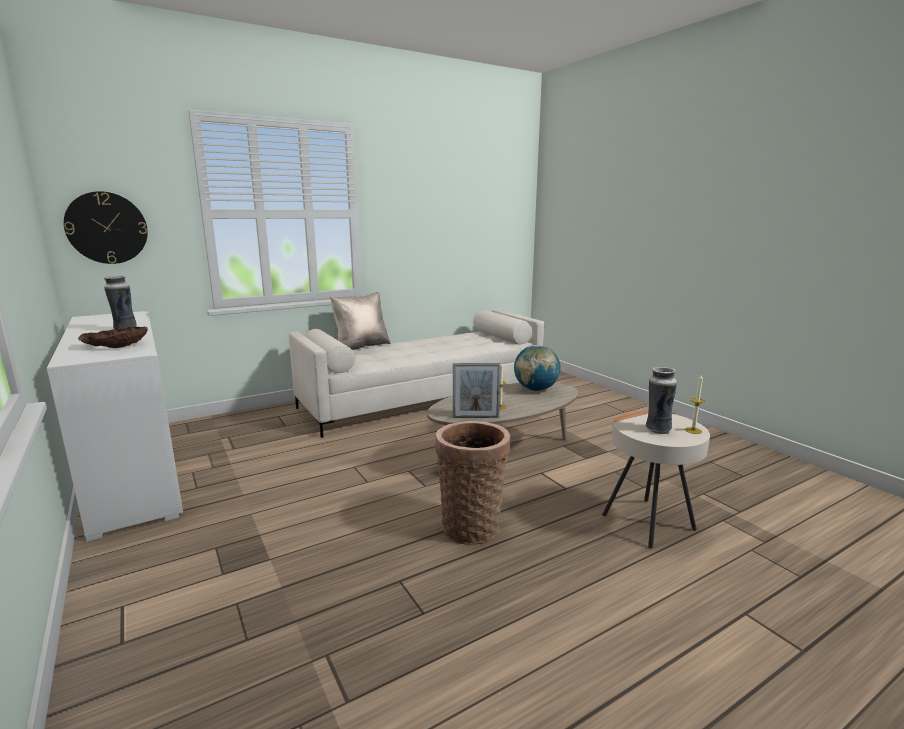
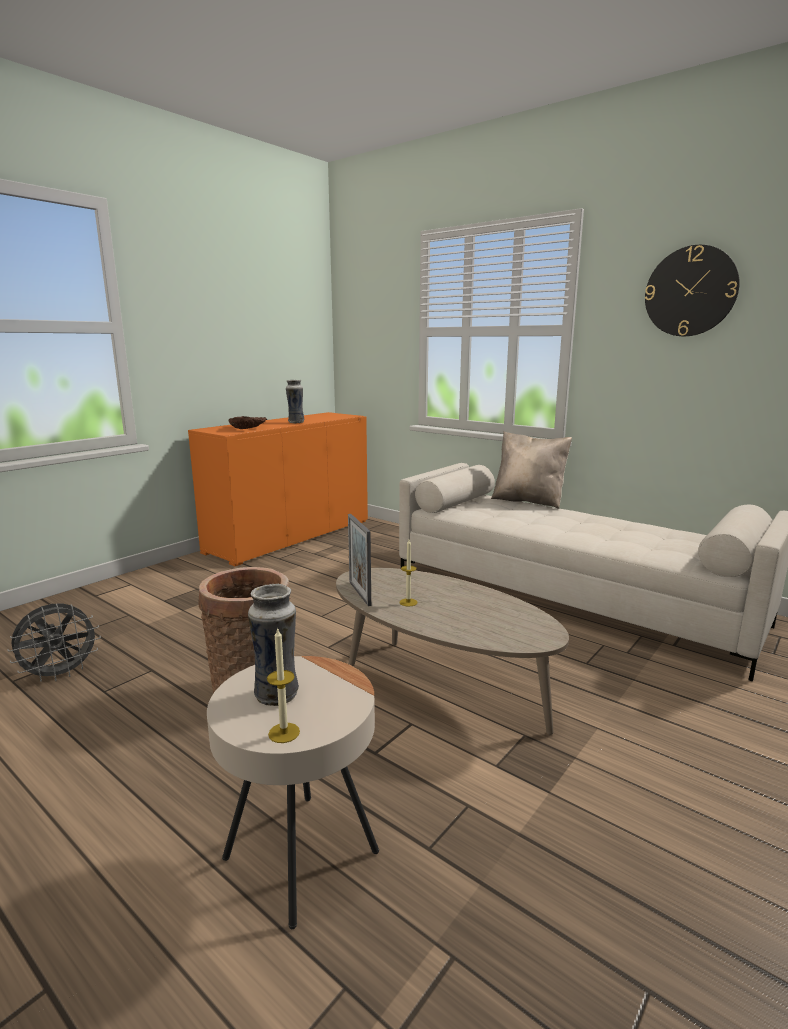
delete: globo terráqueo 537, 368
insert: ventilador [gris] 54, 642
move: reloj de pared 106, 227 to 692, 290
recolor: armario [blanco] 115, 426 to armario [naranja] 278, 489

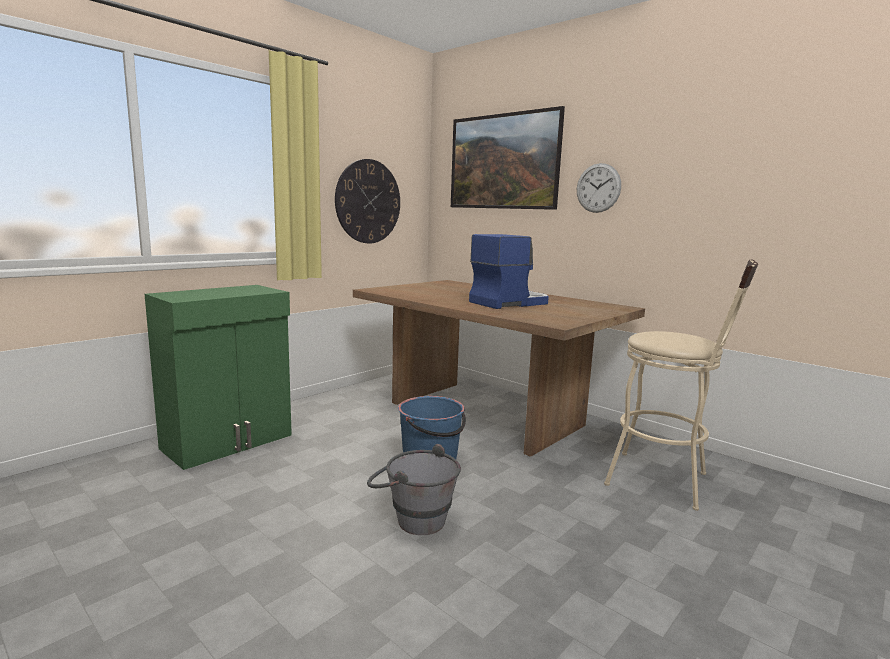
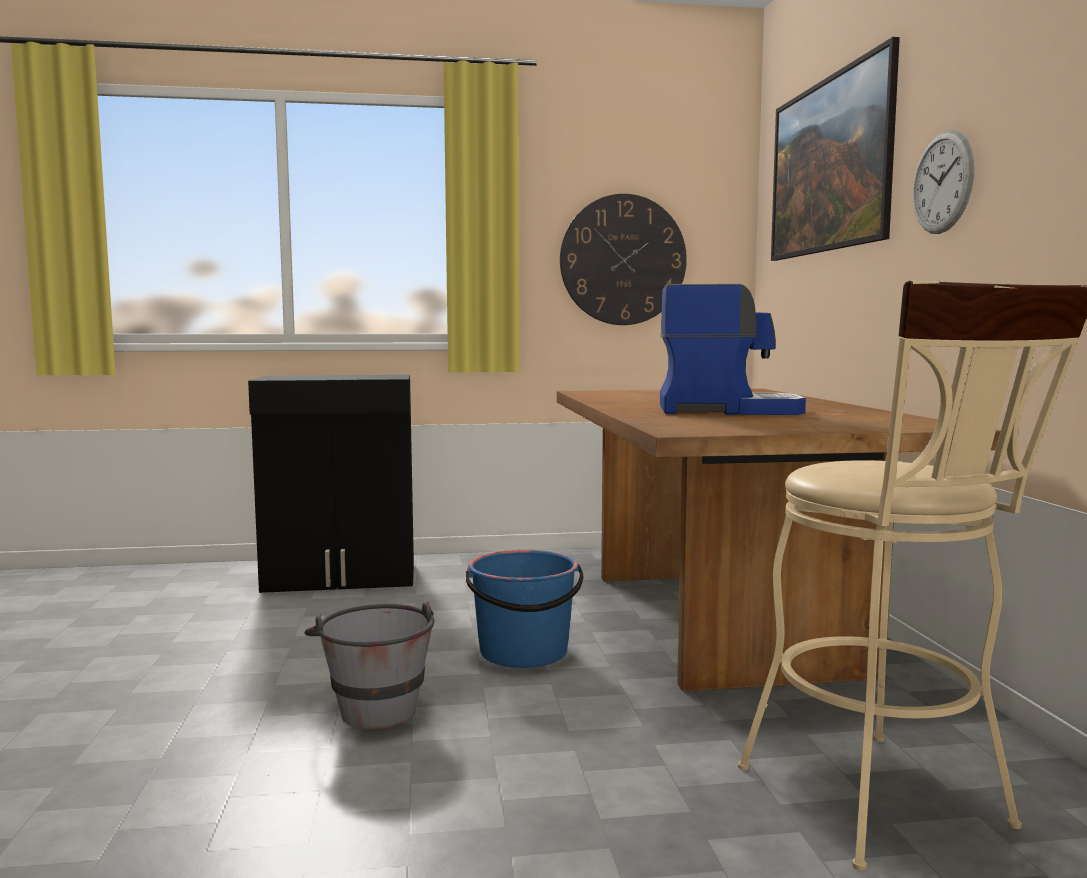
recolor: armario [verde] 218, 377 to armario [negro] 331, 484

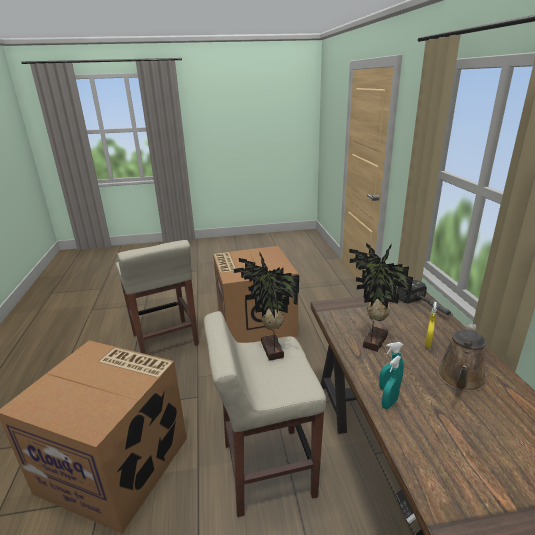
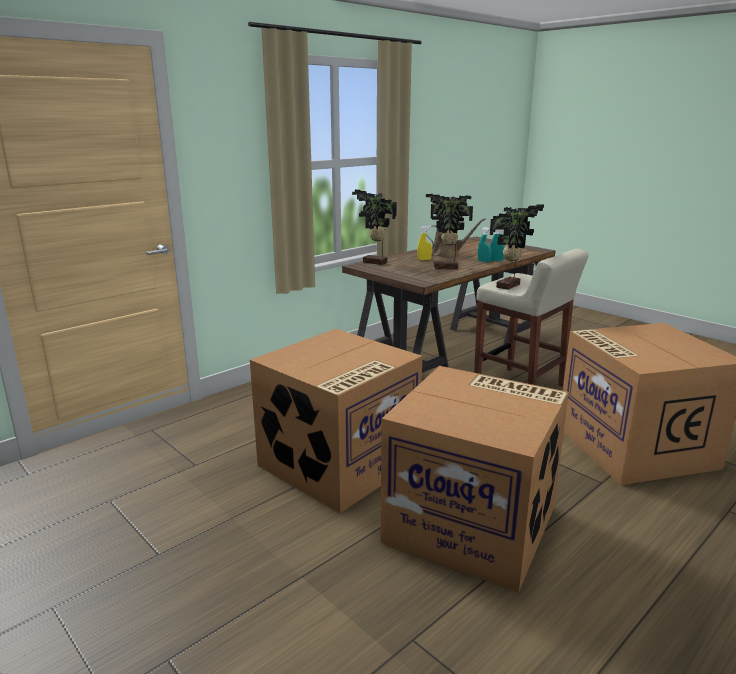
replace: martillo 424, 298 to planta en maceta 374, 227; taburete [beis] 157, 297 to caja de cartón 474, 479

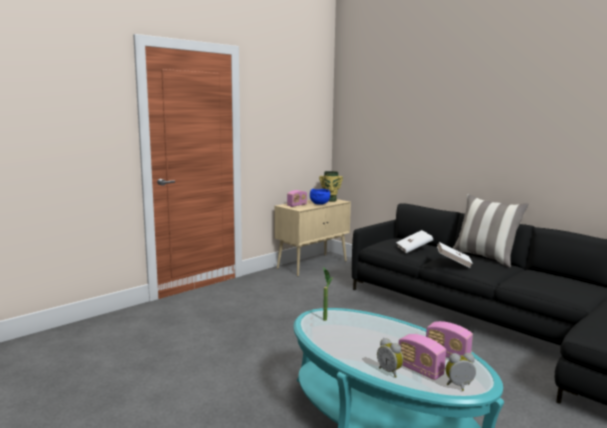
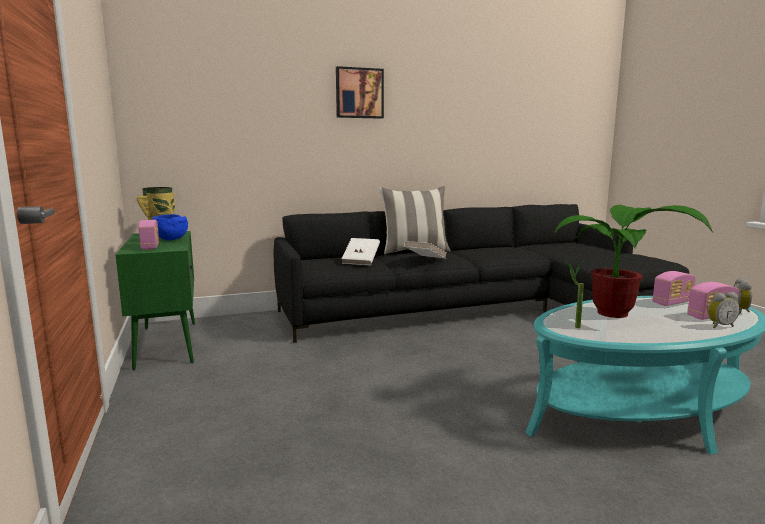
insert: cuadro 360, 92; planta en maceta 633, 261
recolor: armario [beis] 313, 237 to armario [verde] 155, 300

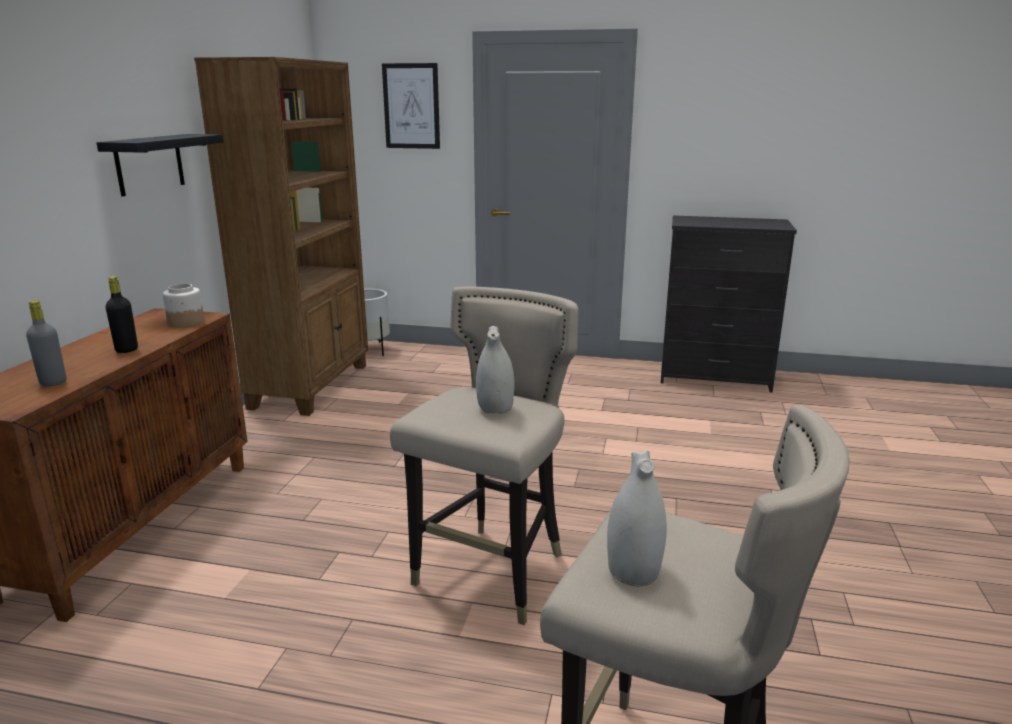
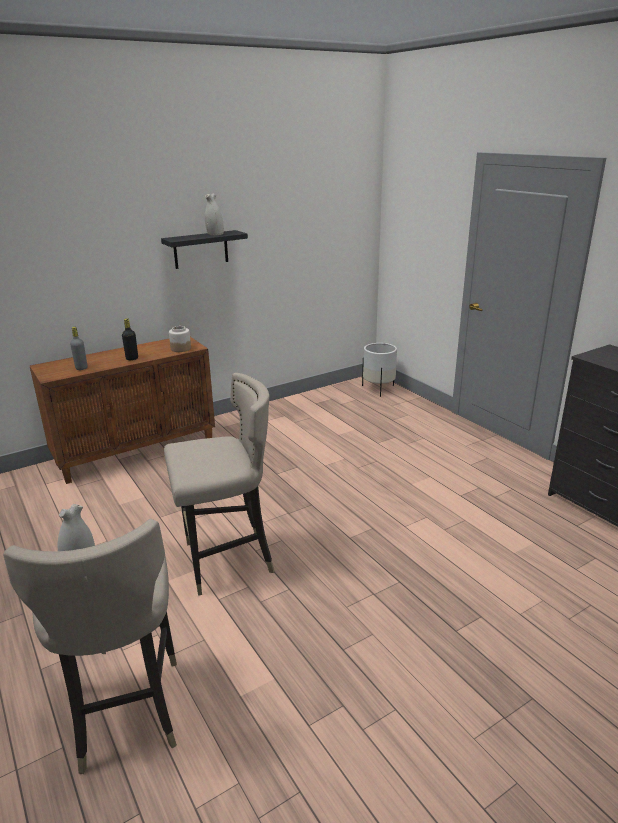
delete: estantería [marrón] 281, 236; cuadro 411, 106
move: florero [blanco] 495, 370 to 214, 214

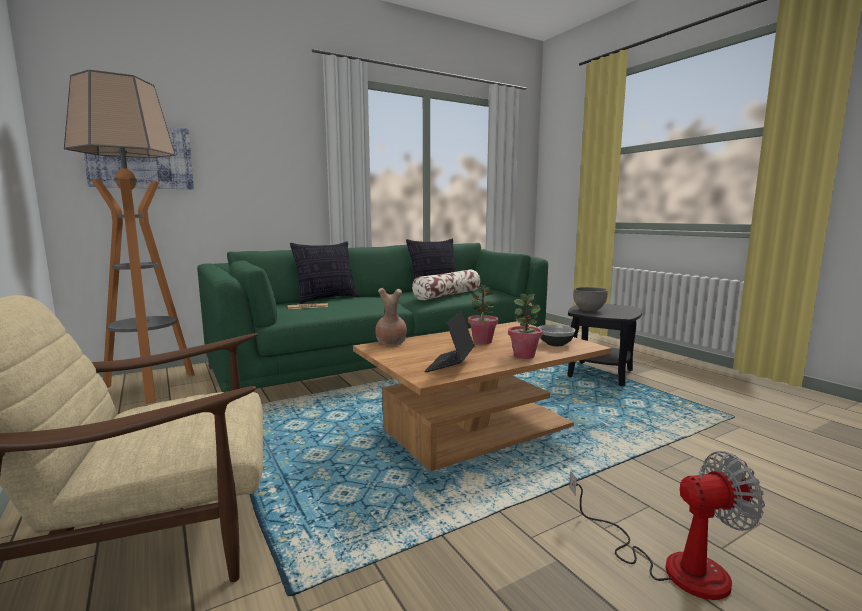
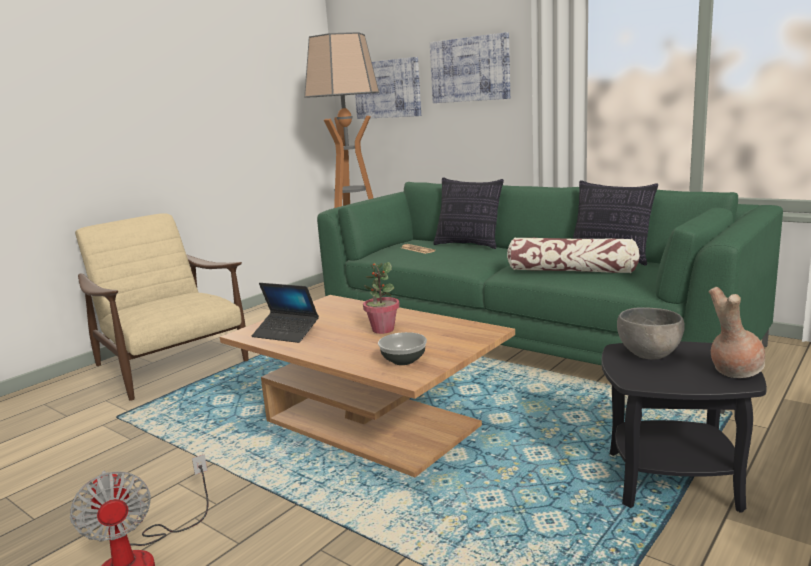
delete: planta en maceta 525, 326
insert: cuadro 470, 67
move: florero [marrón] 391, 316 to 737, 332
rotate: portátil 449, 341 = 285, 313 150 degrees counterclockwise

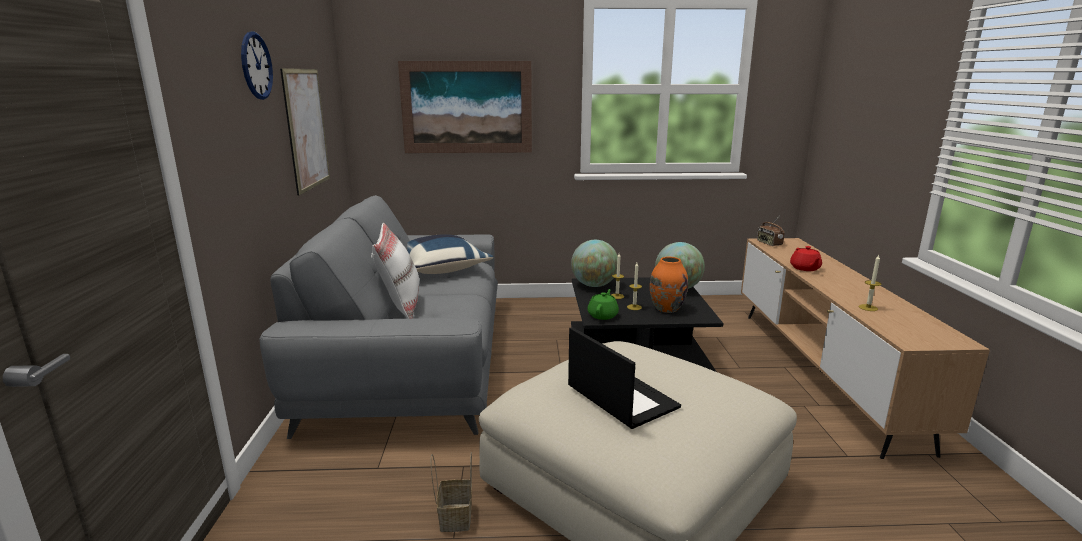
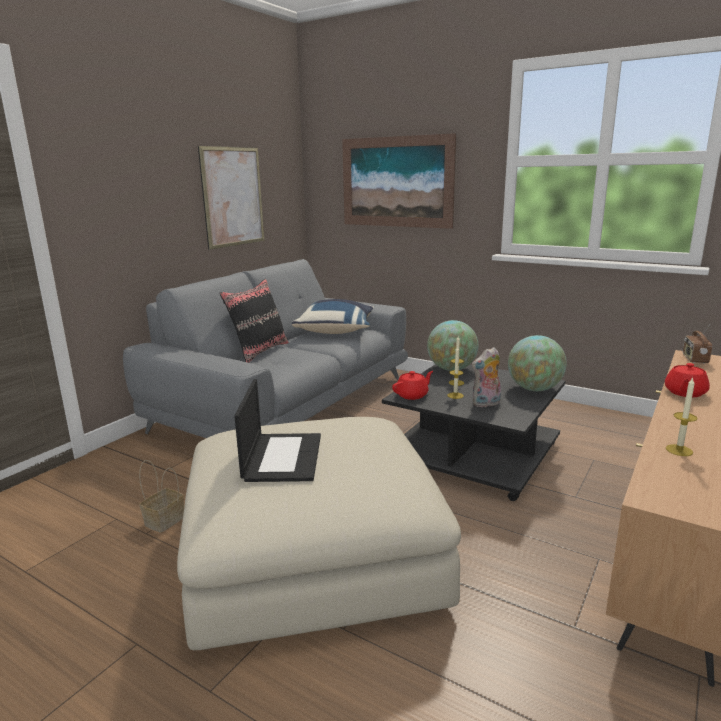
delete: reloj de pared 257, 65
replace: florero [naranja] 669, 285 to peluche 486, 377
recolor: cojín [blanco] 395, 271 to cojín [negro] 254, 321; tetera [verde] 603, 304 to tetera [rojo] 412, 385

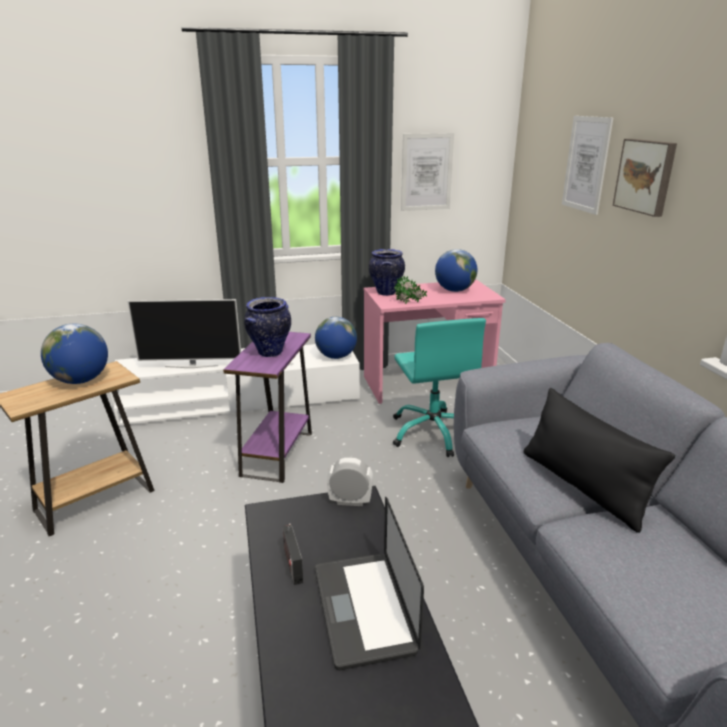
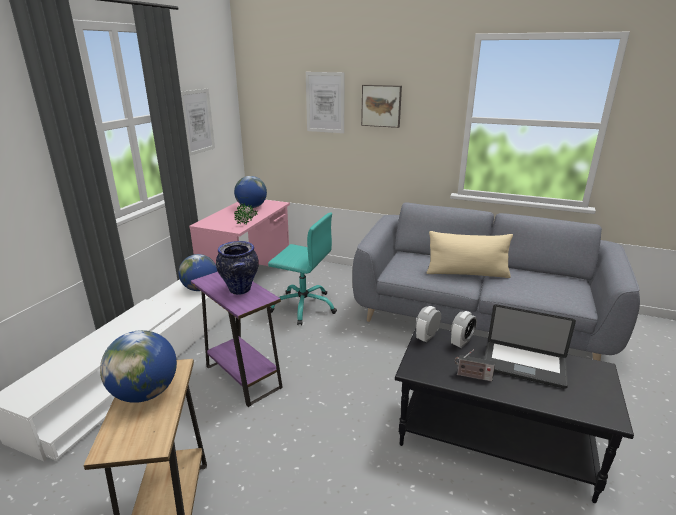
delete: televisor 184, 333; florero 387, 272
insert: despertador 464, 329
recolor: cojín [negro] 599, 460 to cojín [beis] 470, 254

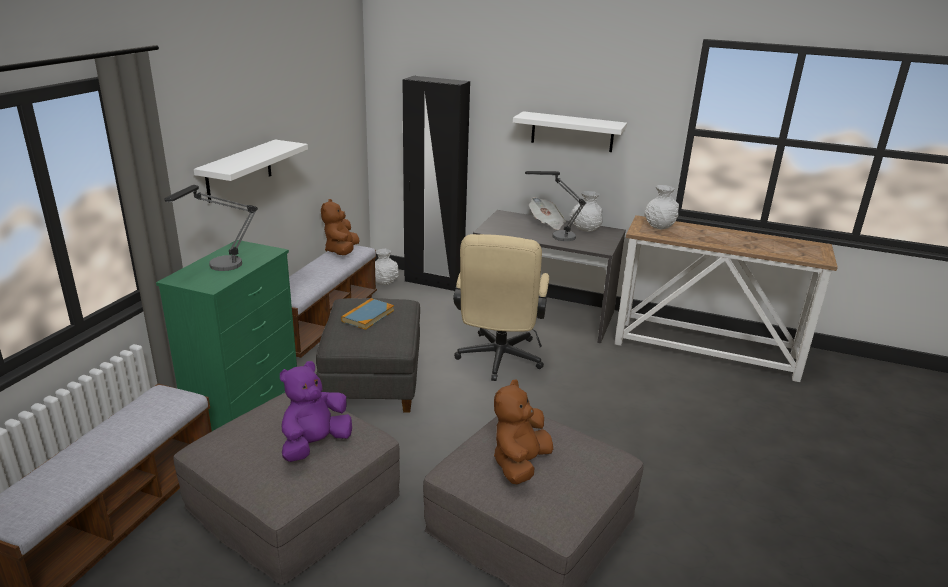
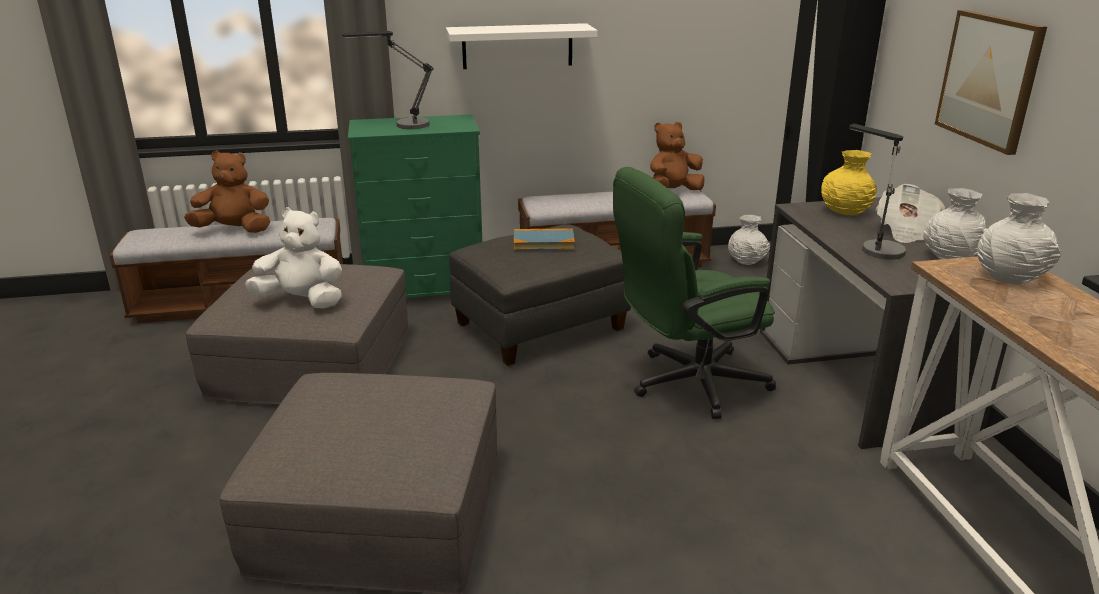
insert: florero [amarillo] 849, 182
move: peluche [marrón] 523, 432 to 227, 191
replace: estante [blanco] 570, 131 to cuadro 991, 82
recolor: peluche [morado] 316, 411 to peluche [blanco] 293, 258; silla de oficina [beis] 501, 307 to silla de oficina [verde] 694, 293

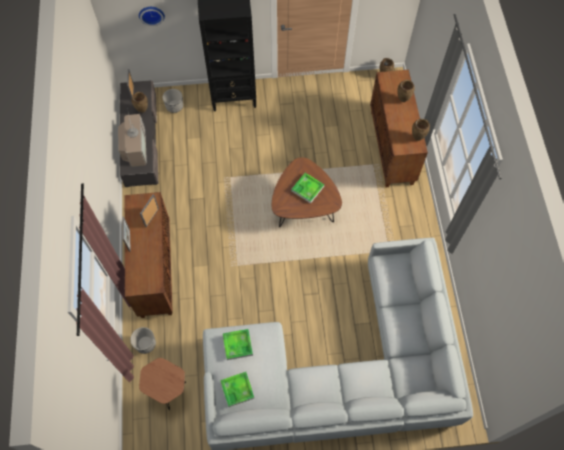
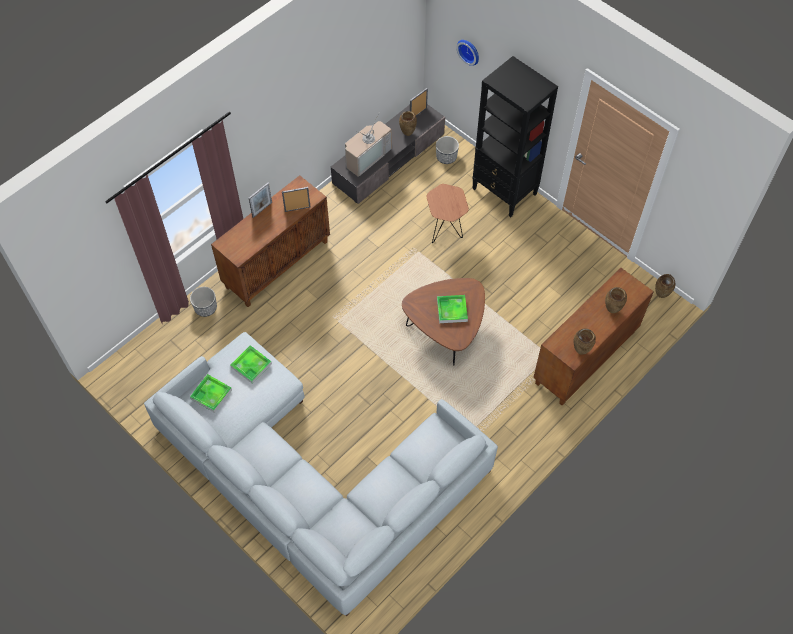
move: mesa auxiliar [marrón] 162, 384 to 448, 213

